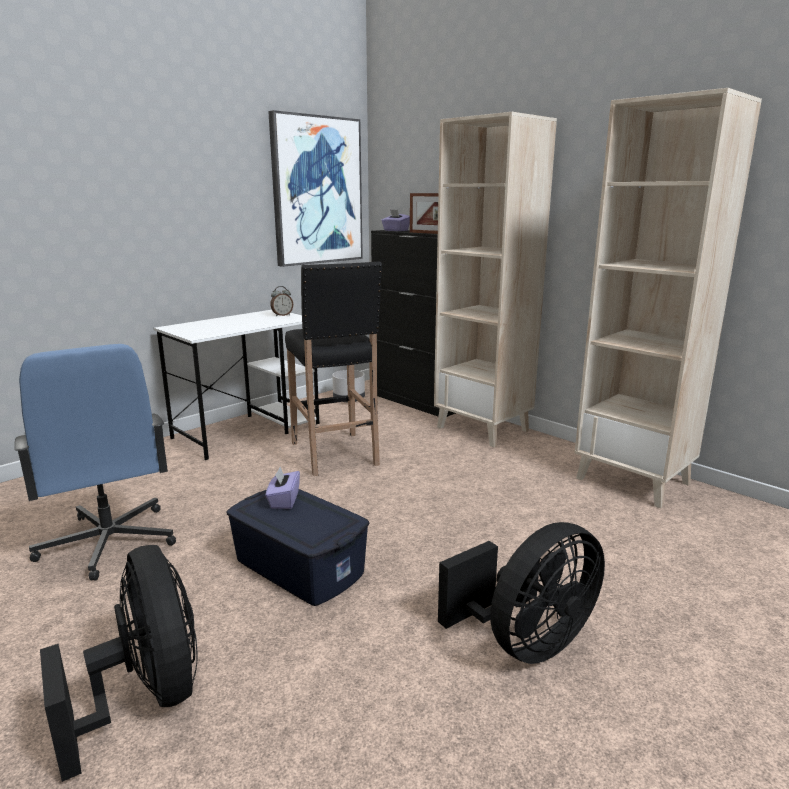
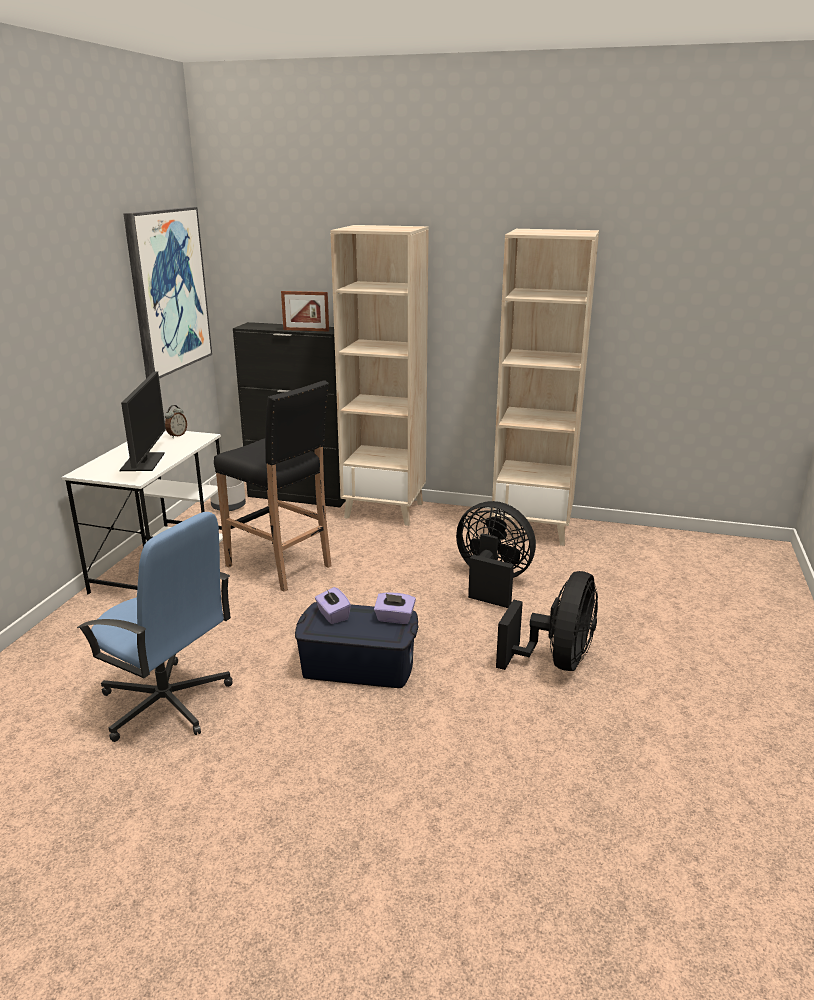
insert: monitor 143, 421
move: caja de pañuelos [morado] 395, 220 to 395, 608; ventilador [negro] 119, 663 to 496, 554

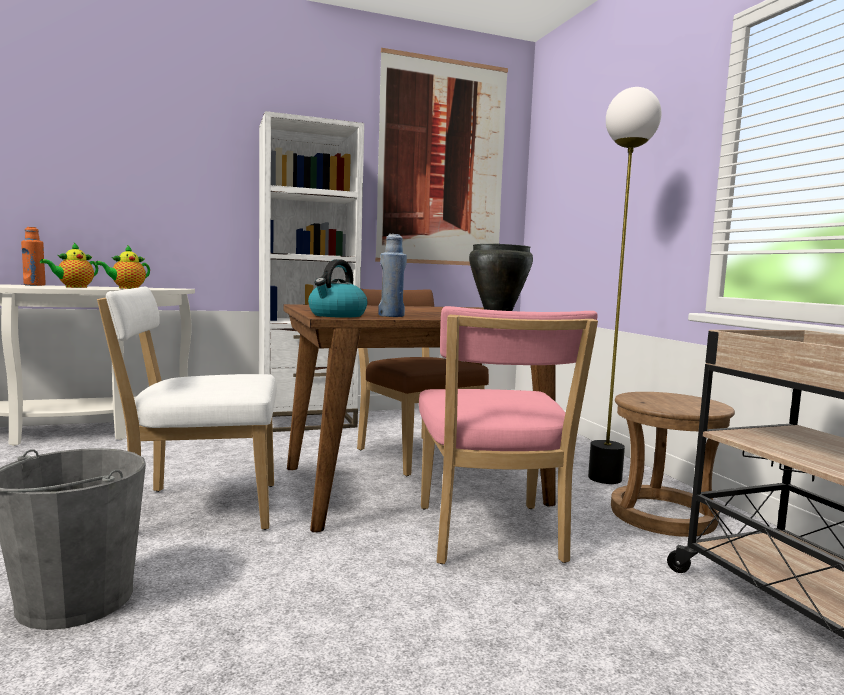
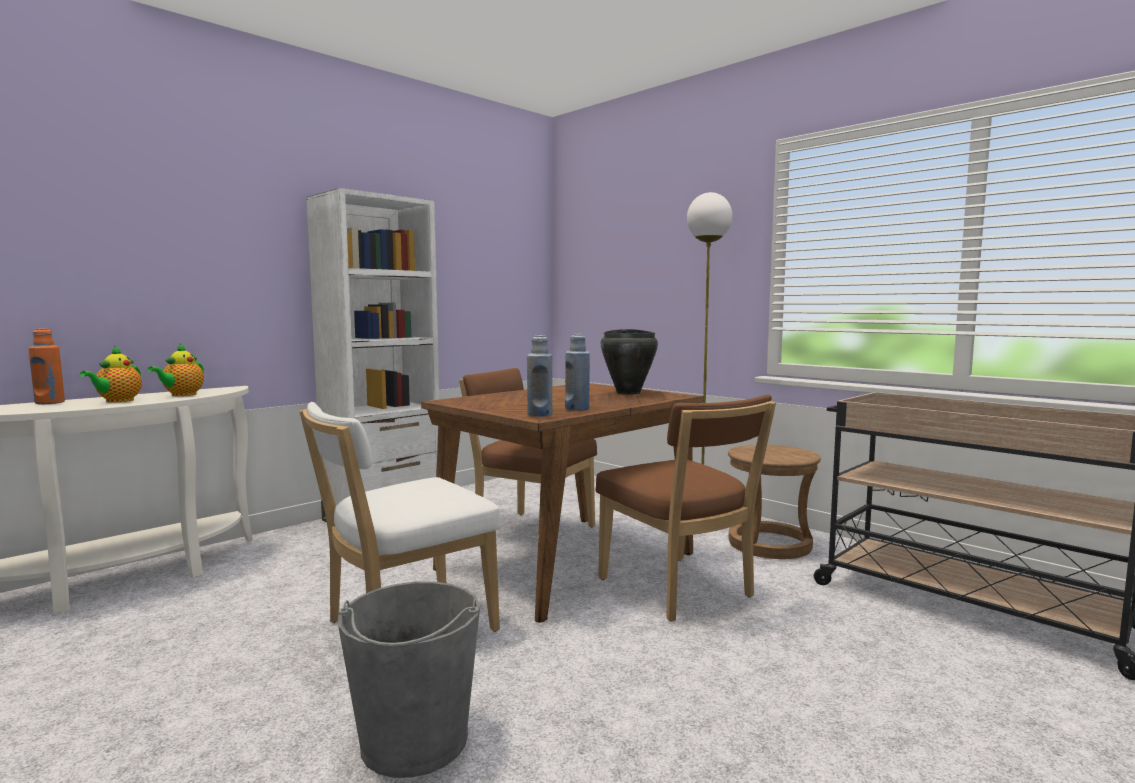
delete: cuadro 441, 156
replace: hervidor 338, 288 to botella [azul] 539, 376
recolor: silla [rosa] 508, 435 to silla [marrón] 686, 508

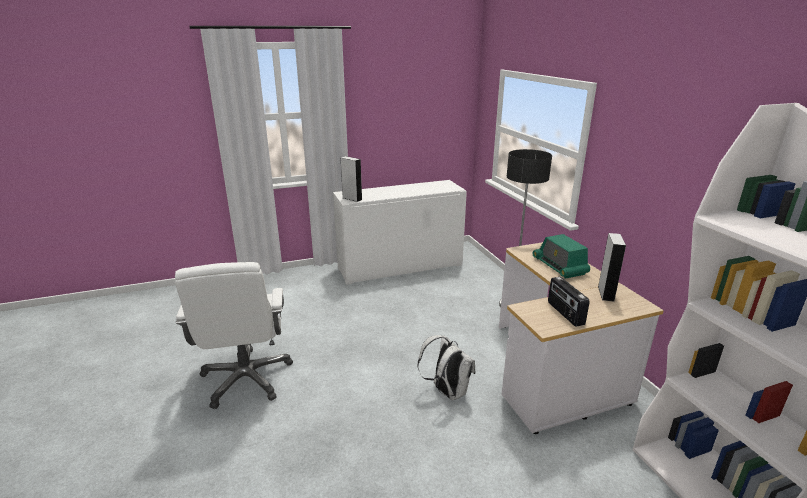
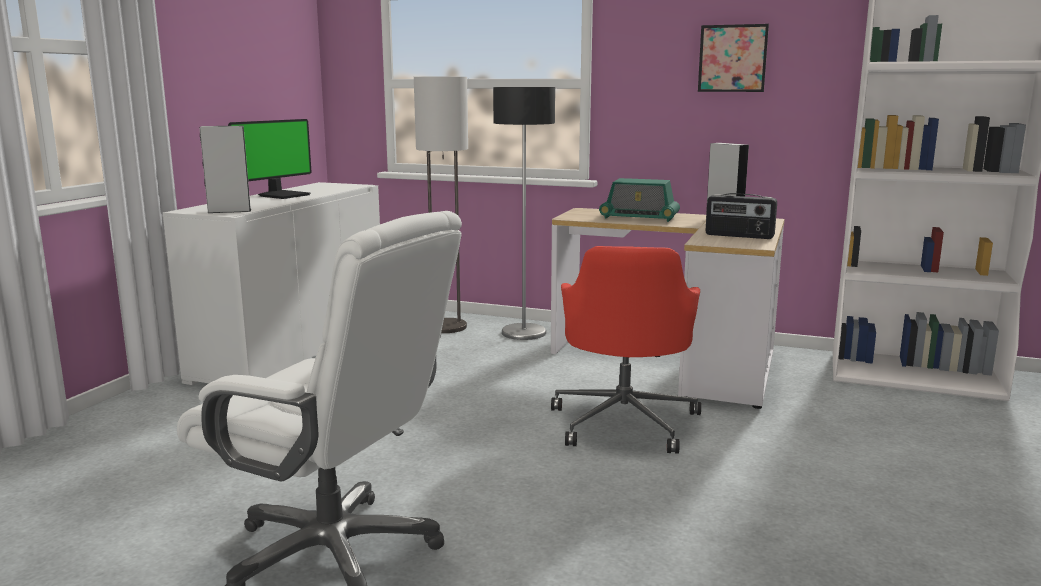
insert: monitor 269, 159; lámpara de pie 441, 205; cuadro 733, 58
replace: mochila [blanco] 446, 368 to silla de oficina [rojo] 626, 350

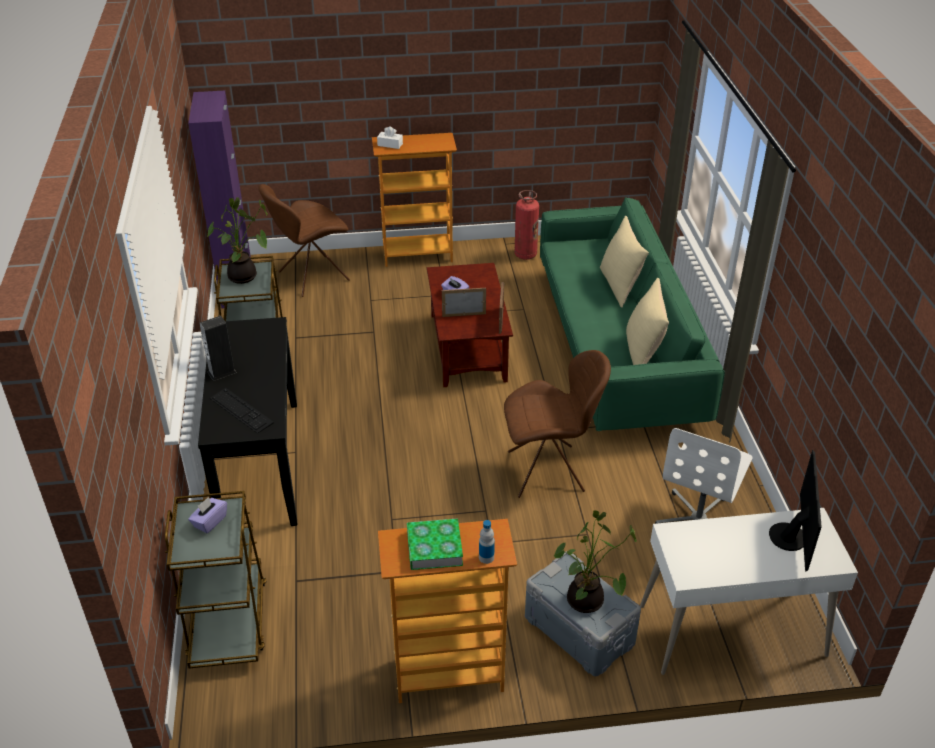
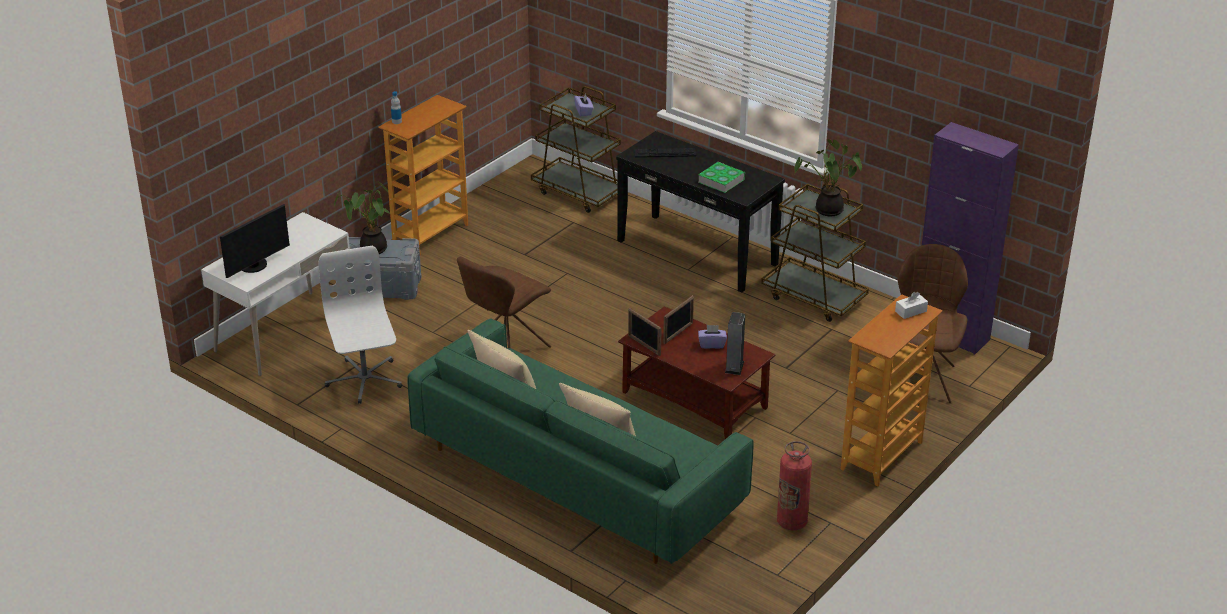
move: libro 435, 544 to 721, 177; altavoz 218, 348 to 735, 343
rotate: monitor 795, 511 = 255, 241 105 degrees counterclockwise

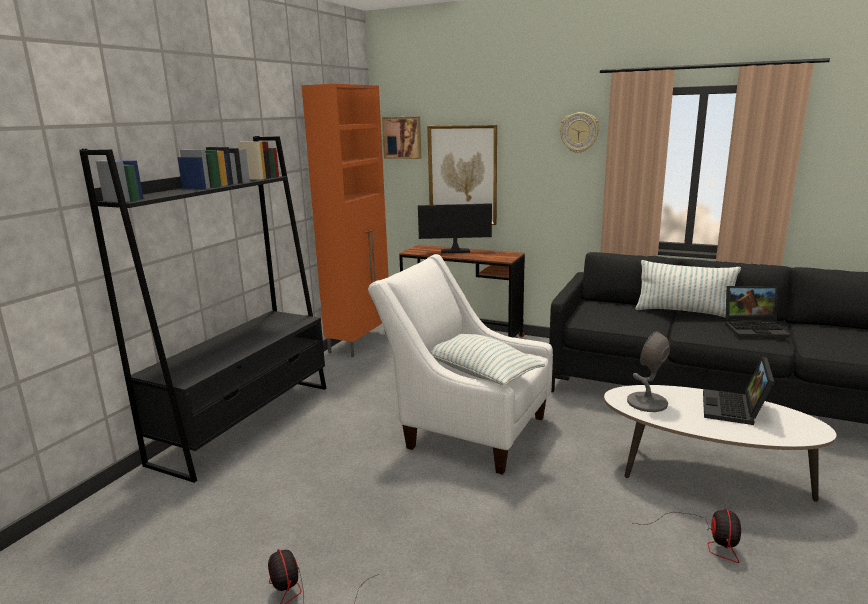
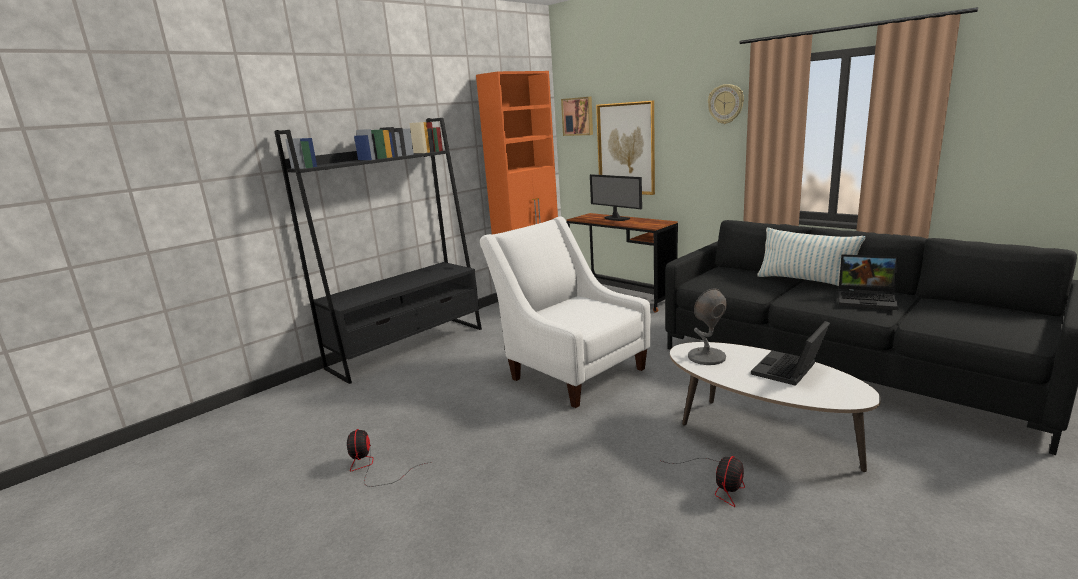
delete: cojín 487, 359
rotate: monitor 455, 228 = 616, 197 150 degrees counterclockwise

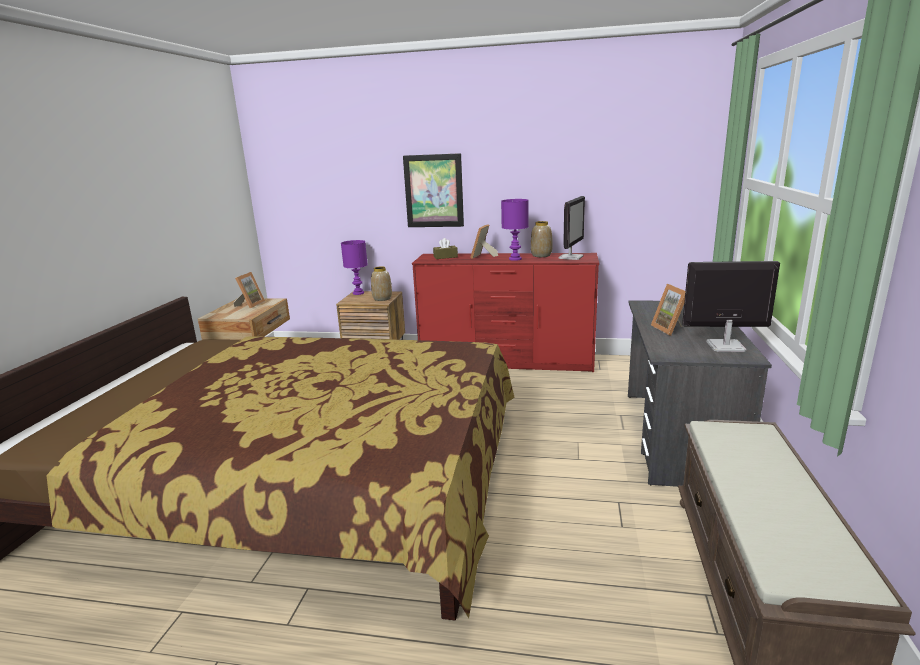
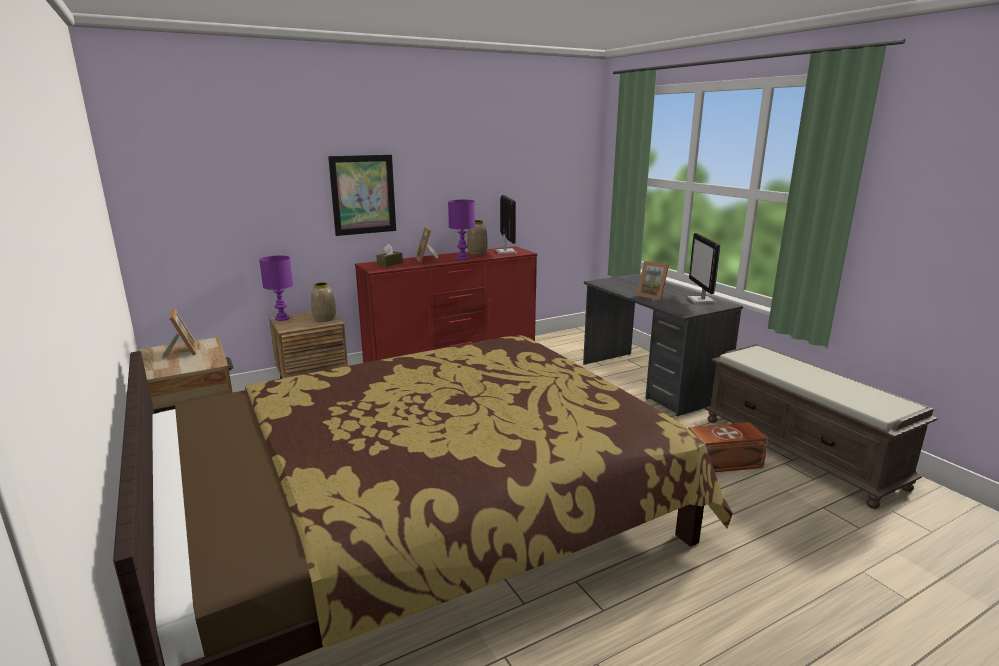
insert: caja de almacenaje [marrón] 728, 447
rotate: monitor 731, 306 = 703, 268 60 degrees counterclockwise

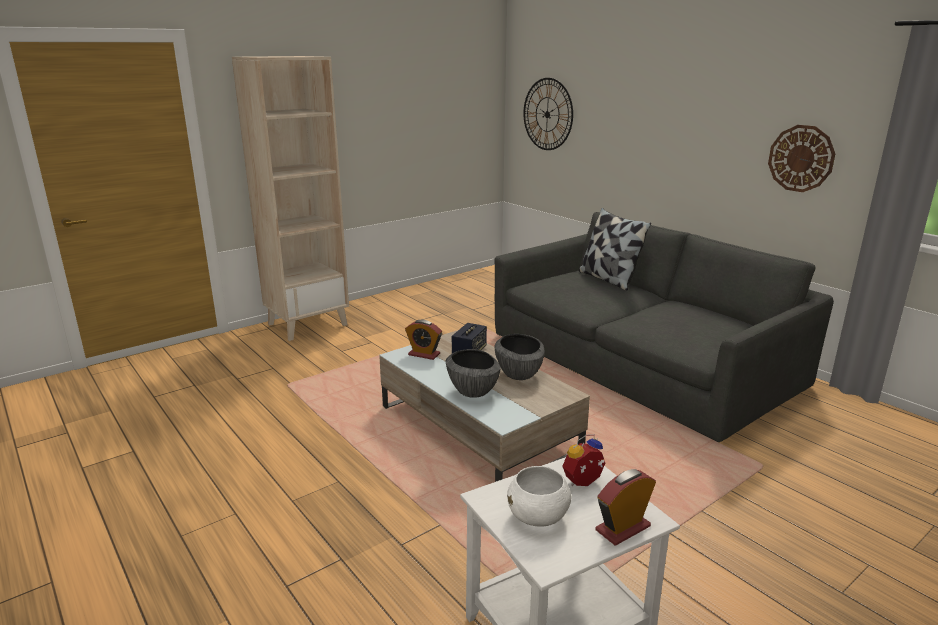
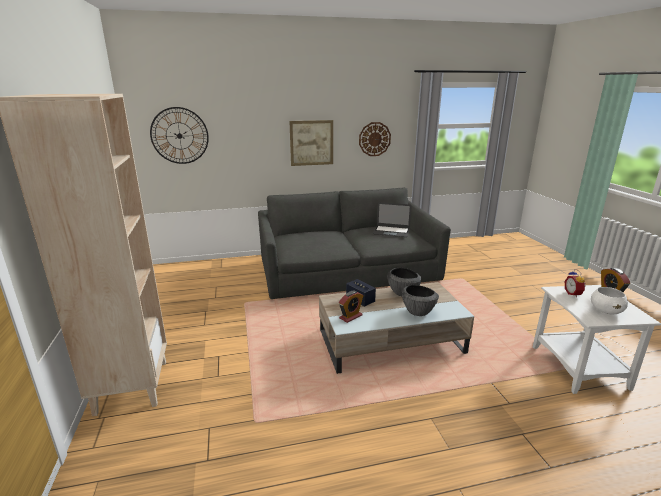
delete: cojín 615, 249
insert: cuadro 311, 143; portátil 392, 219

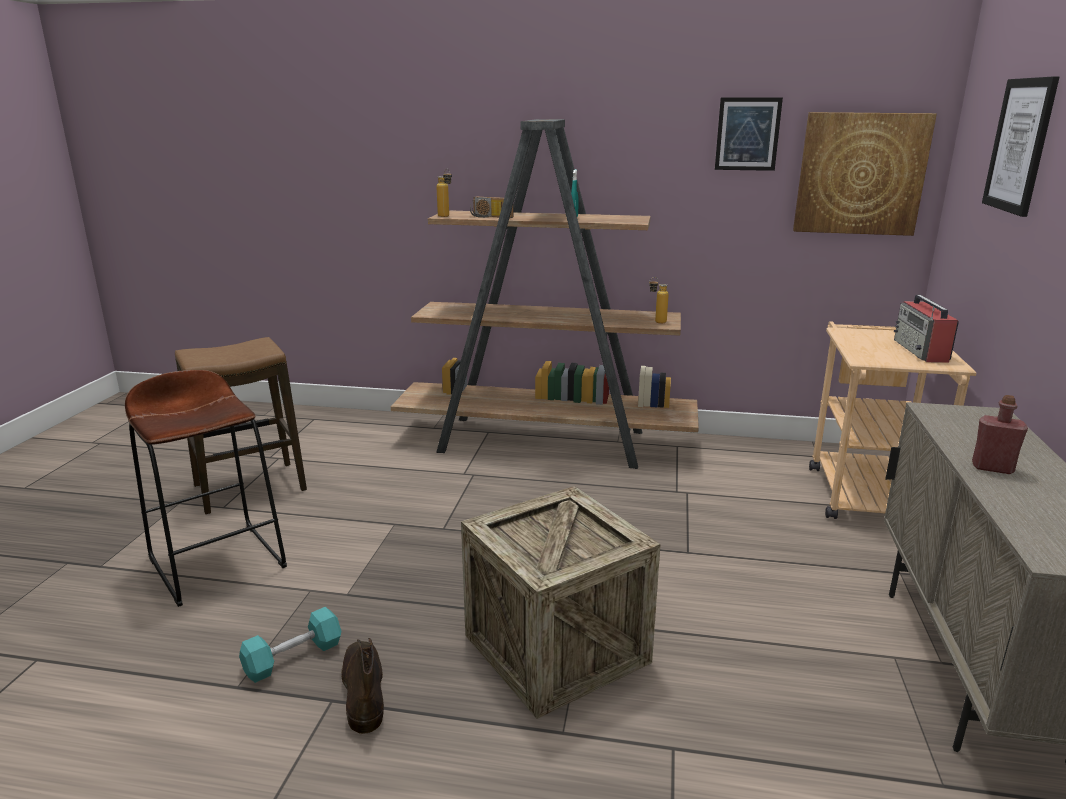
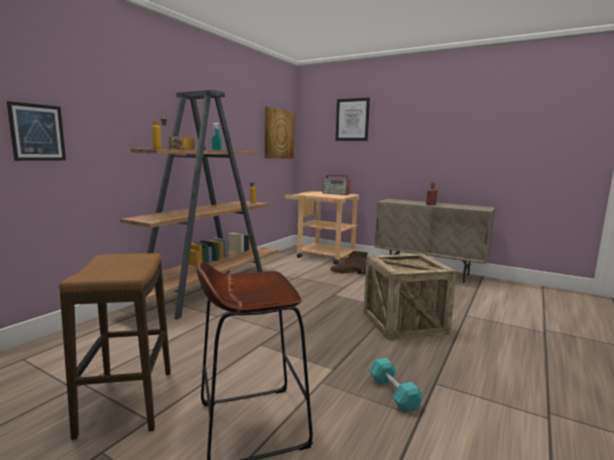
move: cuadro 749, 134 to 36, 131; bota [marrón] 362, 686 to 349, 262

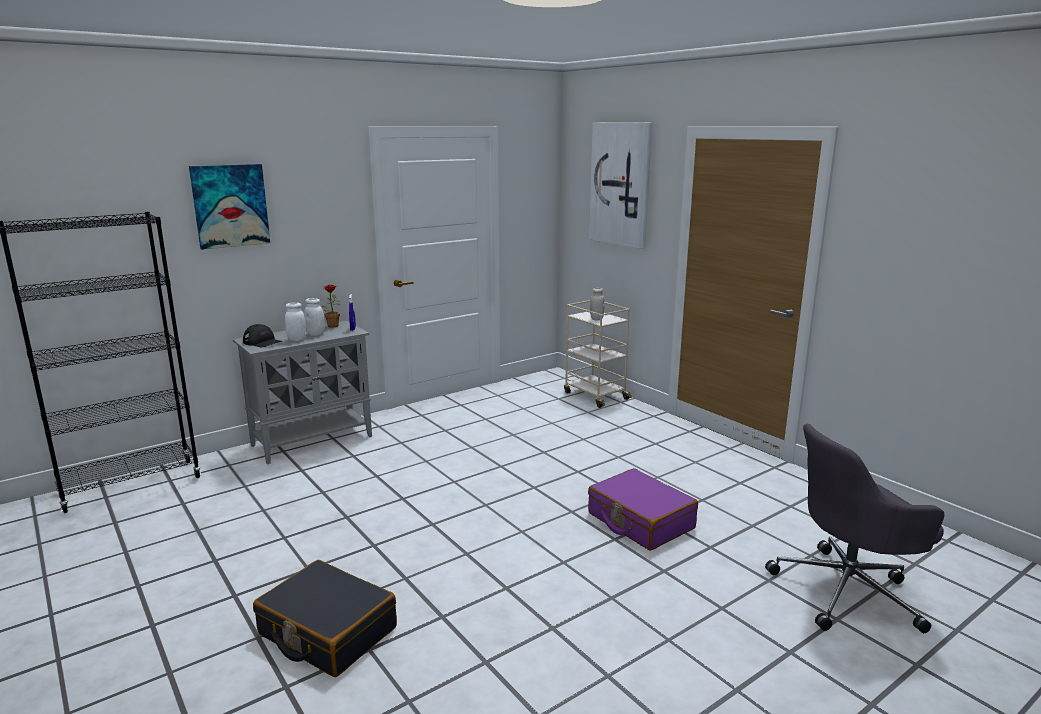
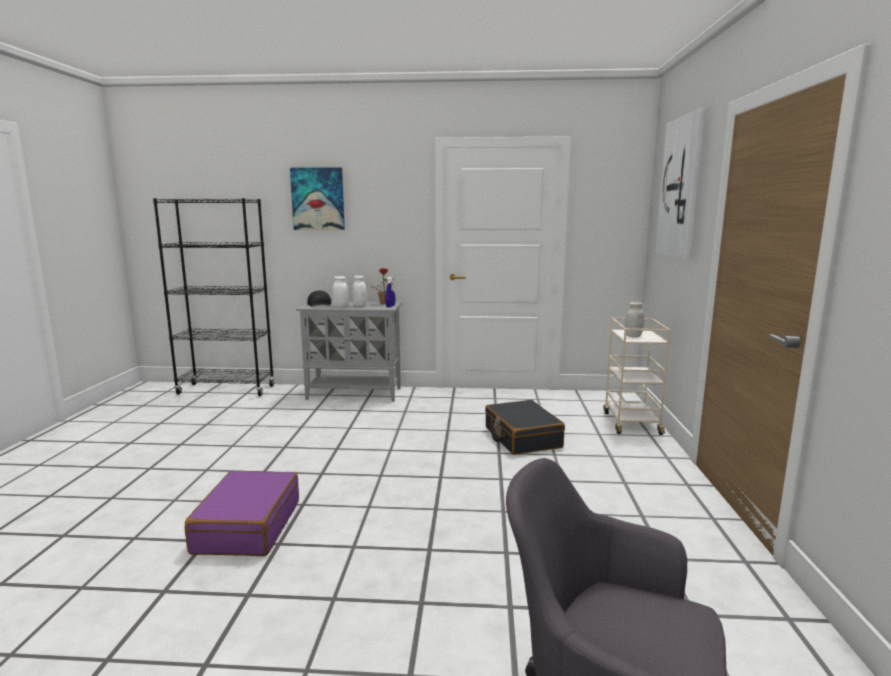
move: maleta [morado] 643, 509 to 242, 513; maleta [negro] 325, 618 to 525, 427

